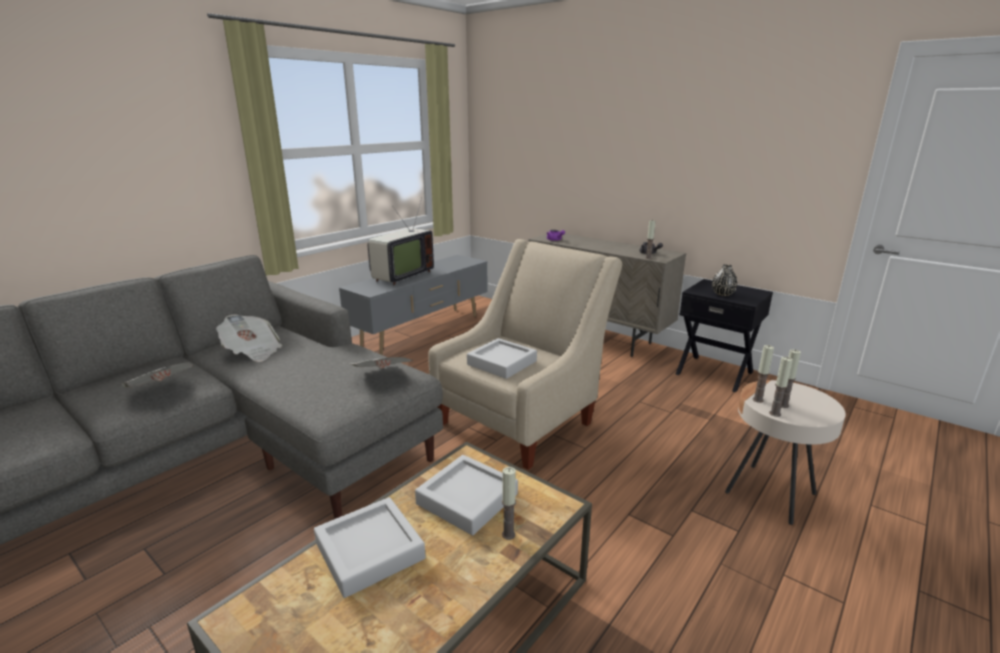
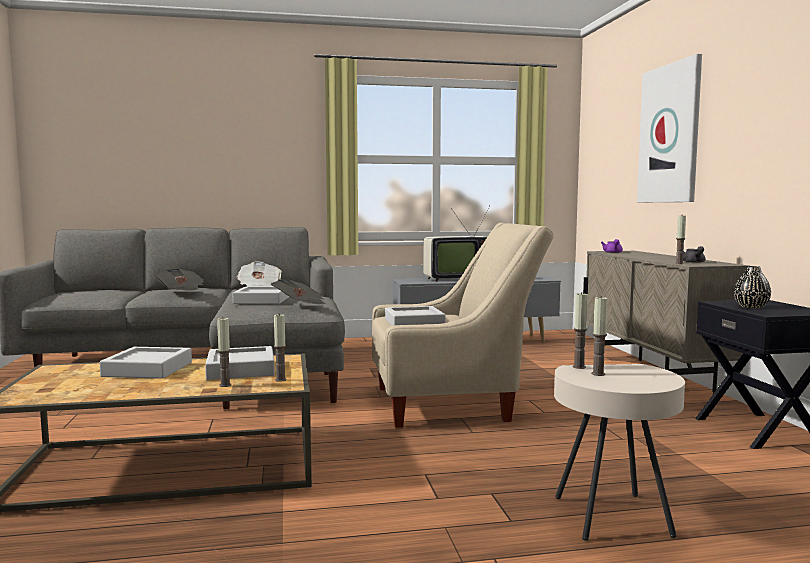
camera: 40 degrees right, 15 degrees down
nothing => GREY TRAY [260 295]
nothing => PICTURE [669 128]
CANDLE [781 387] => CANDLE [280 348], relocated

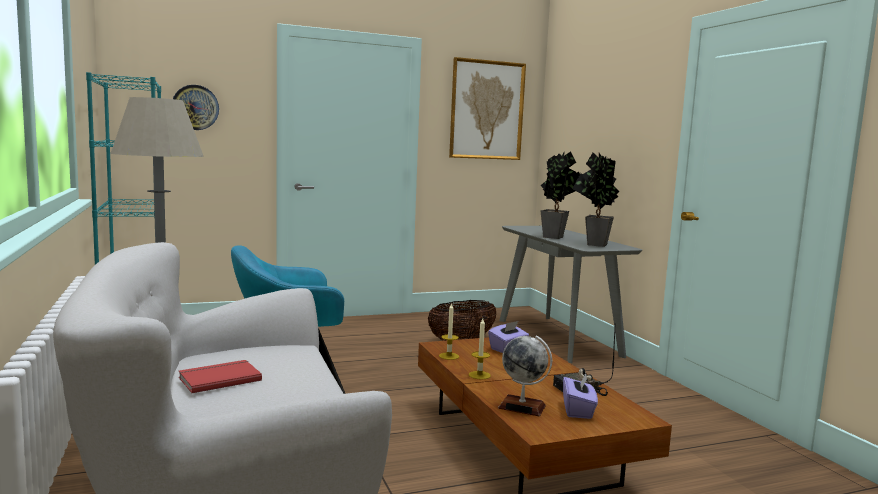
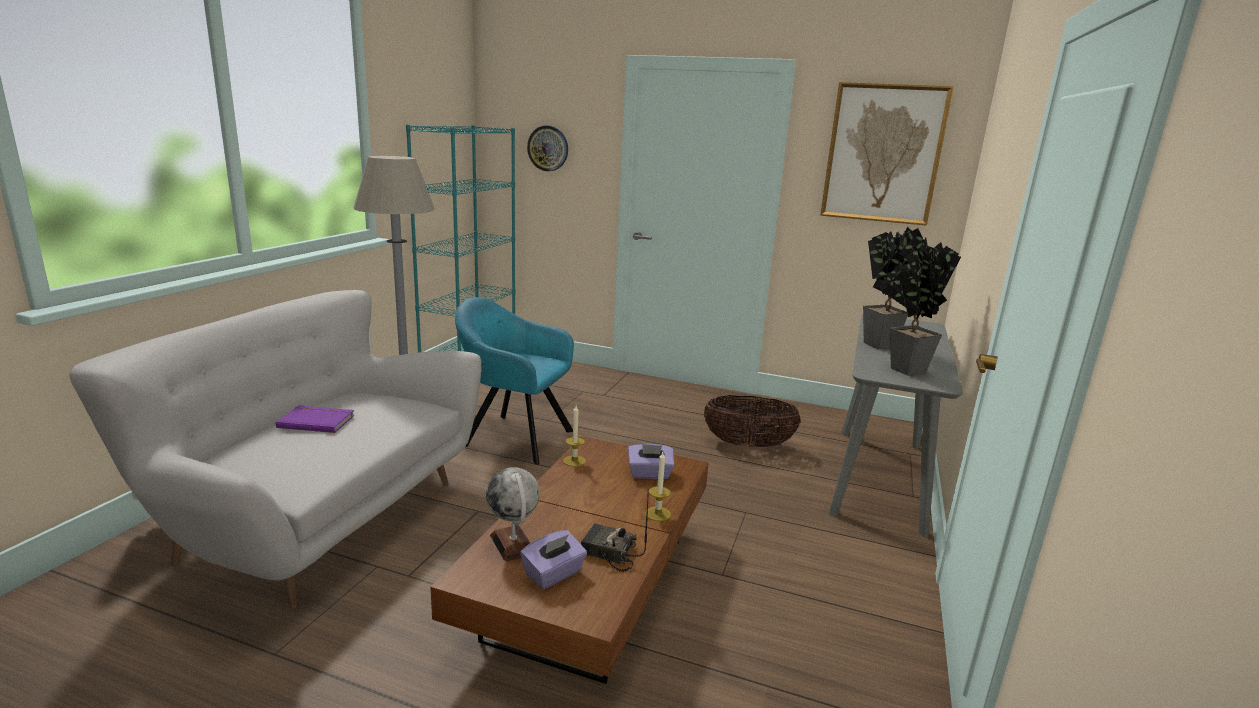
camera: 40 degrees right, 10 degrees up
CANDLE [480 349] => CANDLE [658 486], relocated
RED BOOK [220 376] => PURPLE BOOK [315 419]

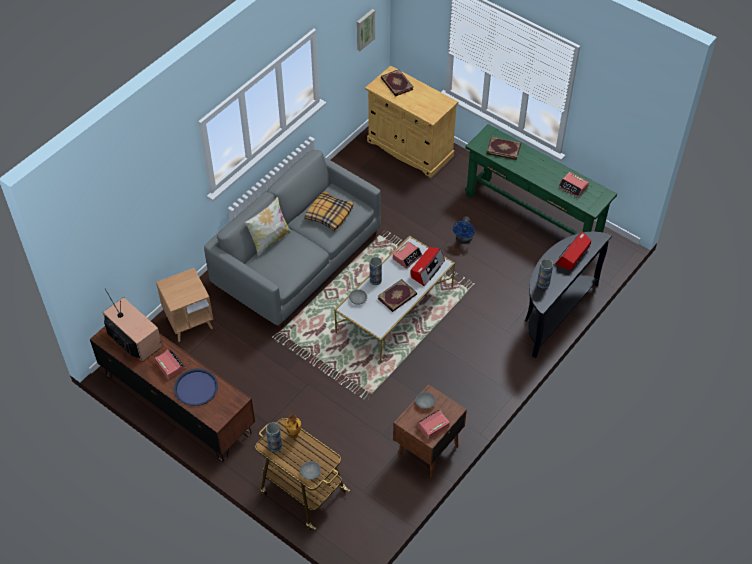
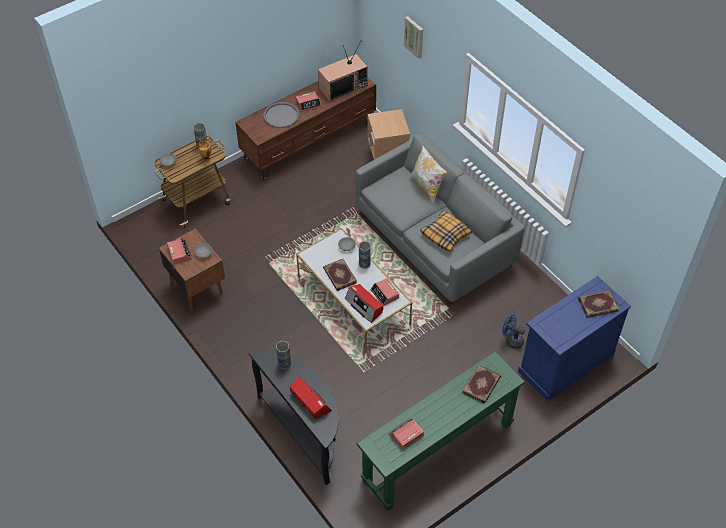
camera: 105 degrees right, 0 degrees up
PICTURE [366 30] => PICTURE [413 37], relocated
BLUE FAN [464 230] => BLUE FAN [513 331], relocated
BLUE TRAY [196 387] => GREY TRAY [281 115]
BEIGE CABINET [411 122] => BLUE CABINET [574 339]

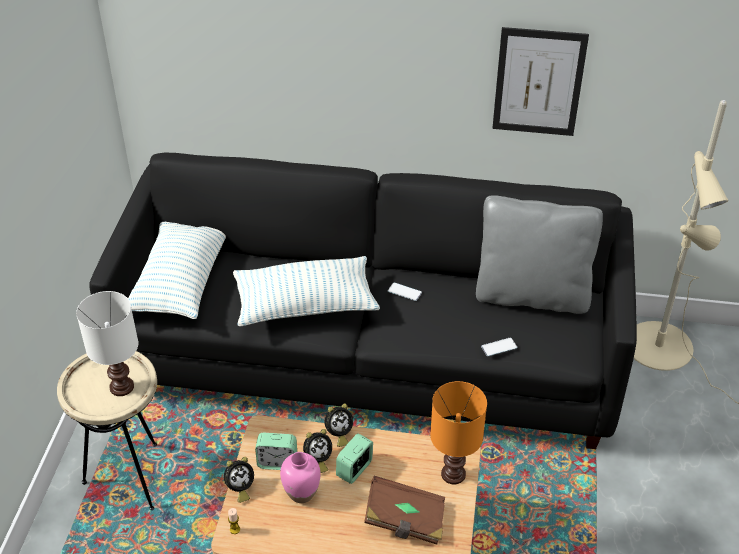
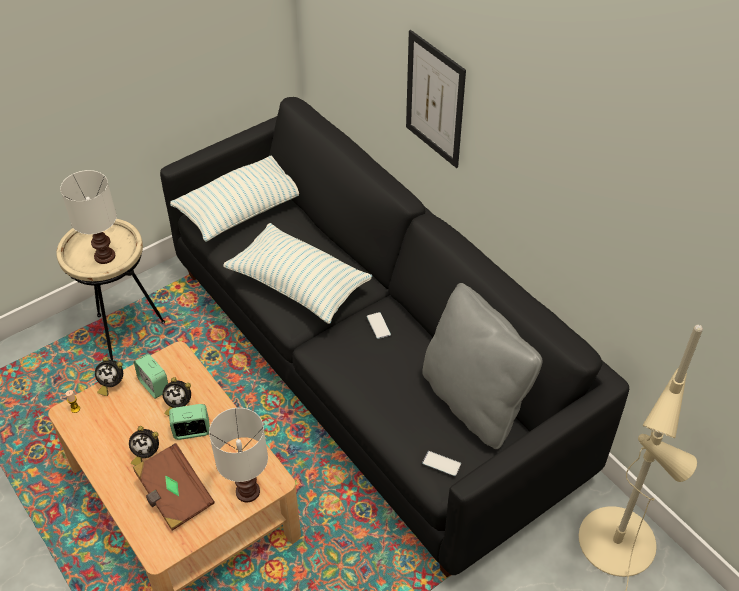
camera: 45 degrees right, 5 degrees up
PINK VASE [300 477] => nothing
ALARM CLOCK [339 425] => ALARM CLOCK [144 446], relocated
PHONE [499 346] => PHONE [441 463], relocated
PICTURE [540 81] => PICTURE [436 99], relocated
ORANGE TABLE LAMP [458 432] => WHITE TABLE LAMP [238 455]

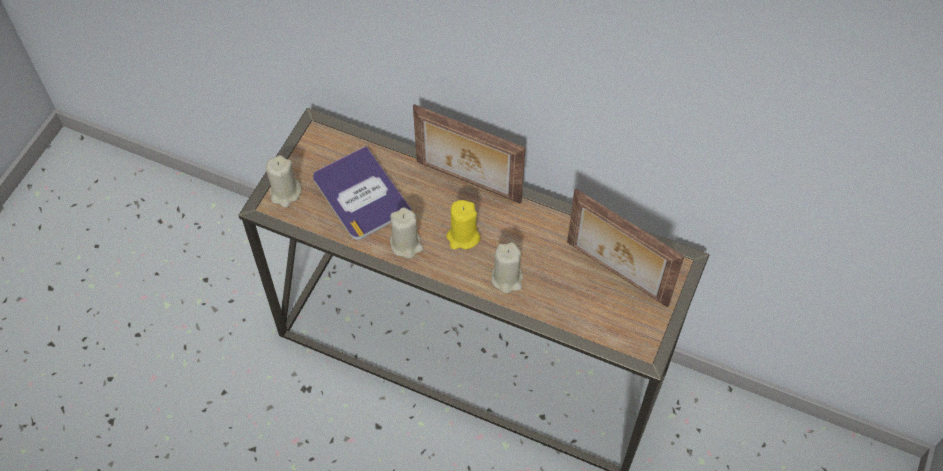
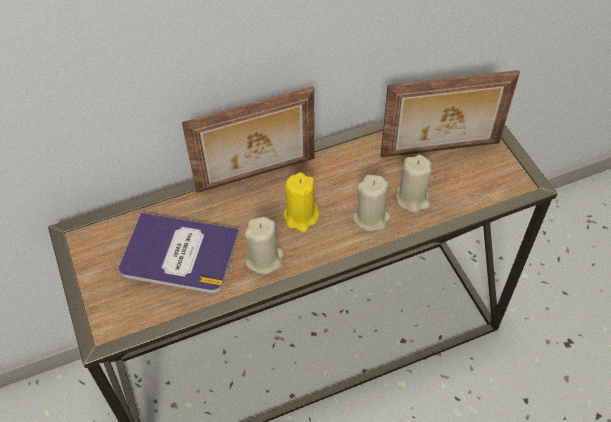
camera: 45 degrees left, 5 degrees down
BEIGE CANDLE [283 181] => BEIGE CANDLE [414 184], relocated

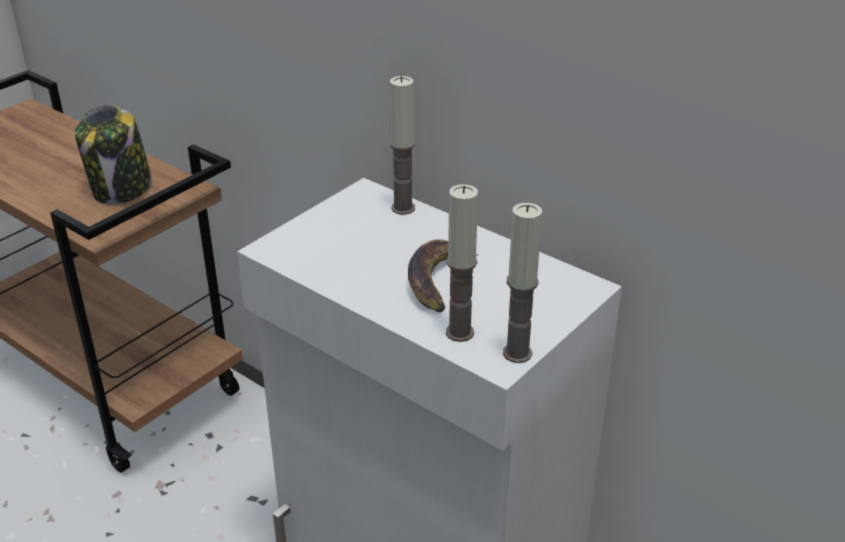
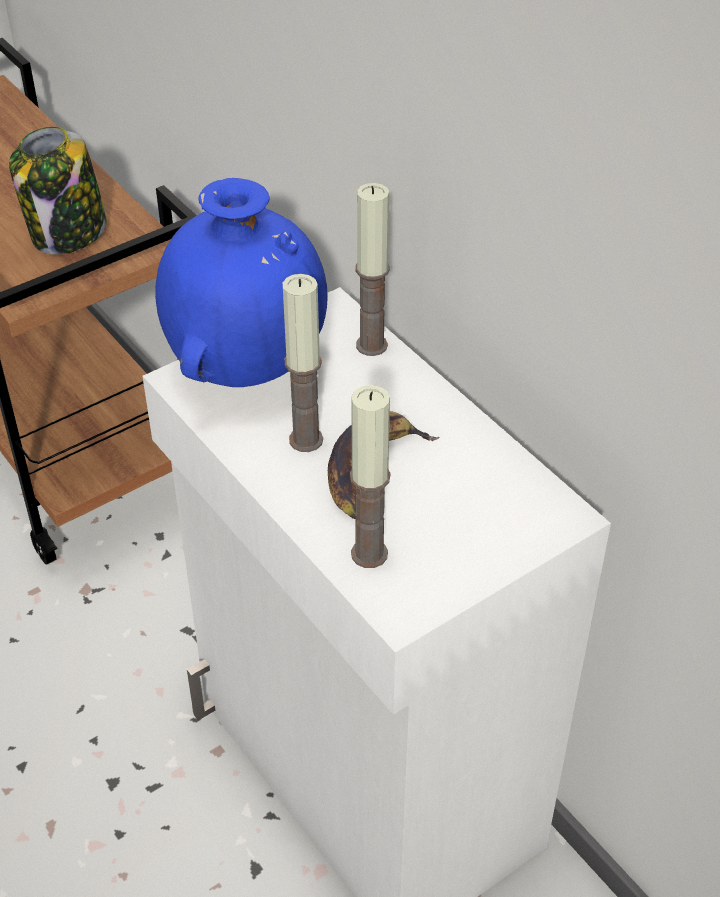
camera: 15 degrees right, 10 degrees up
nothing => BLUE VASE [241 282]
CANDLE [522 283] => CANDLE [303 363], relocated

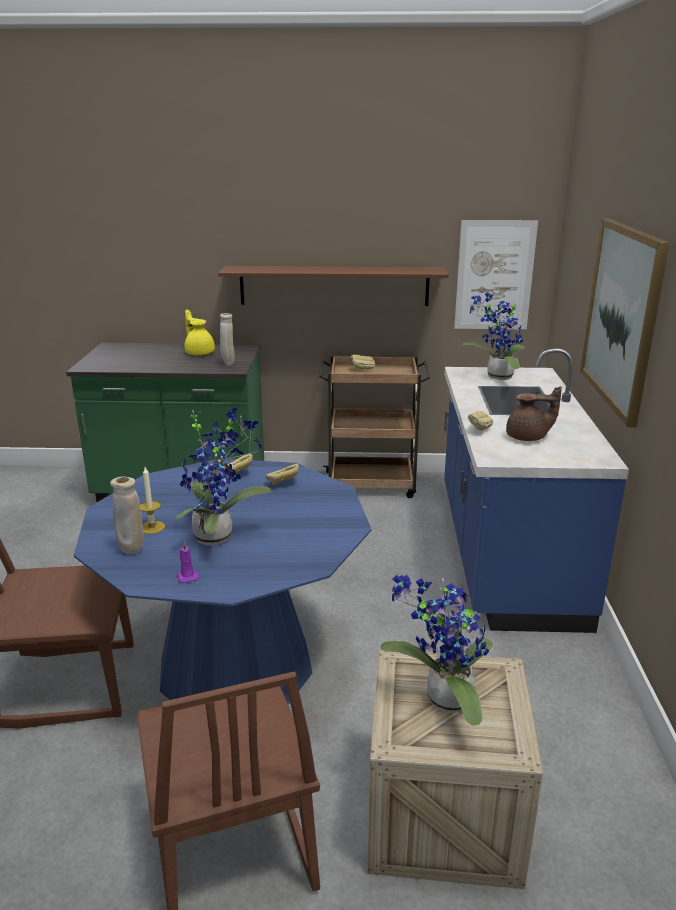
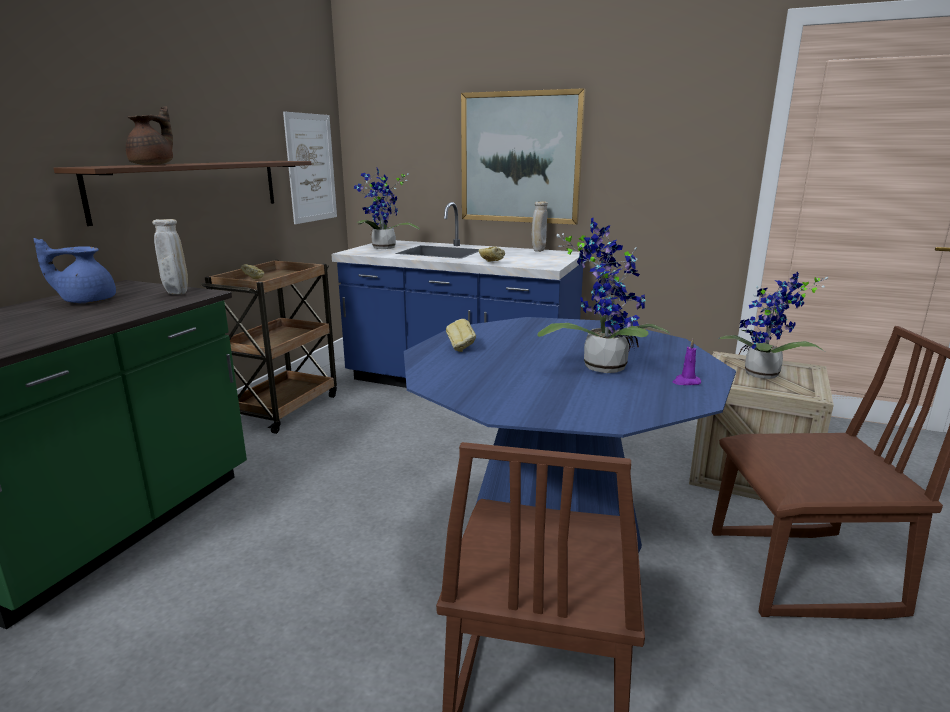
camera: 70 degrees left, 5 degrees down
CANDLE [152 500] => nothing
BREAD [282 474] => nothing
BEIGE VASE [127 515] => BEIGE VASE [539 226], relocated
BROWN TEAPOT [534 413] => BROWN TEAPOT [149 135], relocated
YELLOW TEAPOT [199 332] => BLUE TEAPOT [75 270]

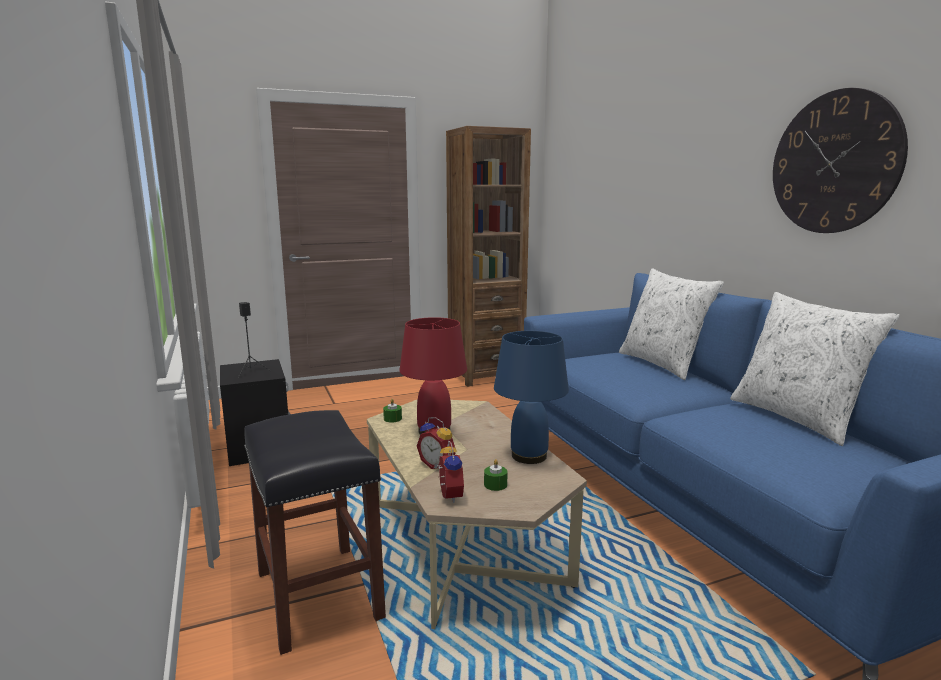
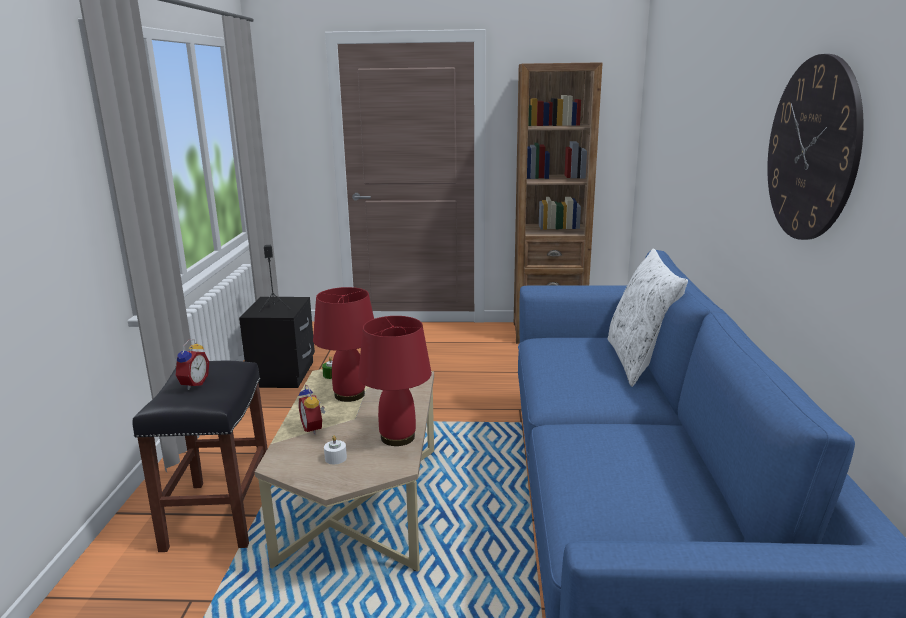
camera: 25 degrees right, 5 degrees up
WHITE PILLOW [814 369] => nothing
ALARM CLOCK [448 472] => ALARM CLOCK [192 364], relocated
GREEN CANDLE [495 475] => WHITE CANDLE [335 449]
BLUE TABLE LAMP [531 397] => RED TABLE LAMP [395 381]

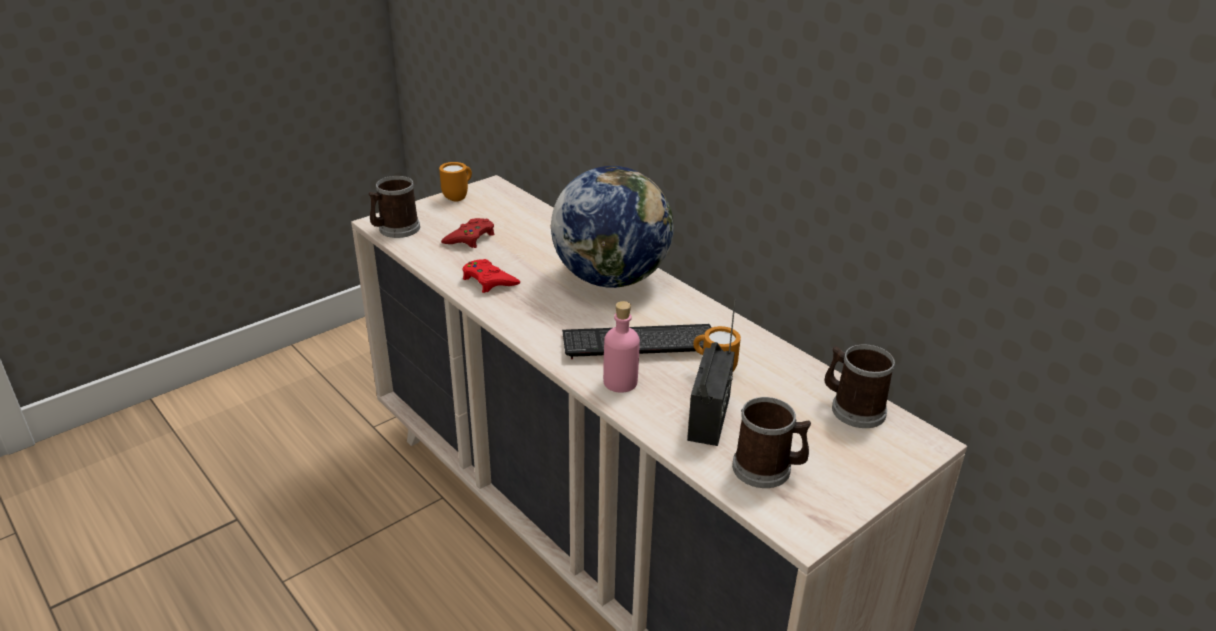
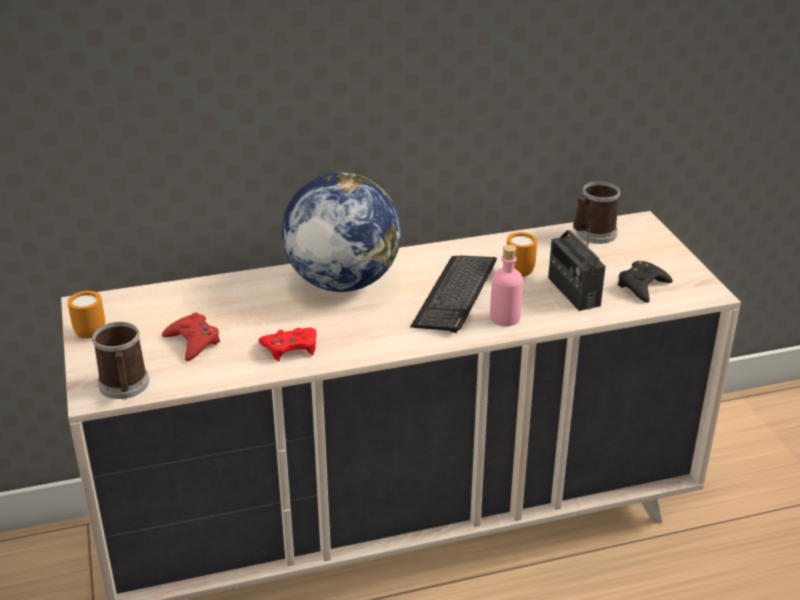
camera: 65 degrees left, 0 degrees up
MUG [771 442] => BLACK GAME CONTROLLER [645 282]
RADIO [711 373] => RADIO [577 266], 150 degrees counterclockwise

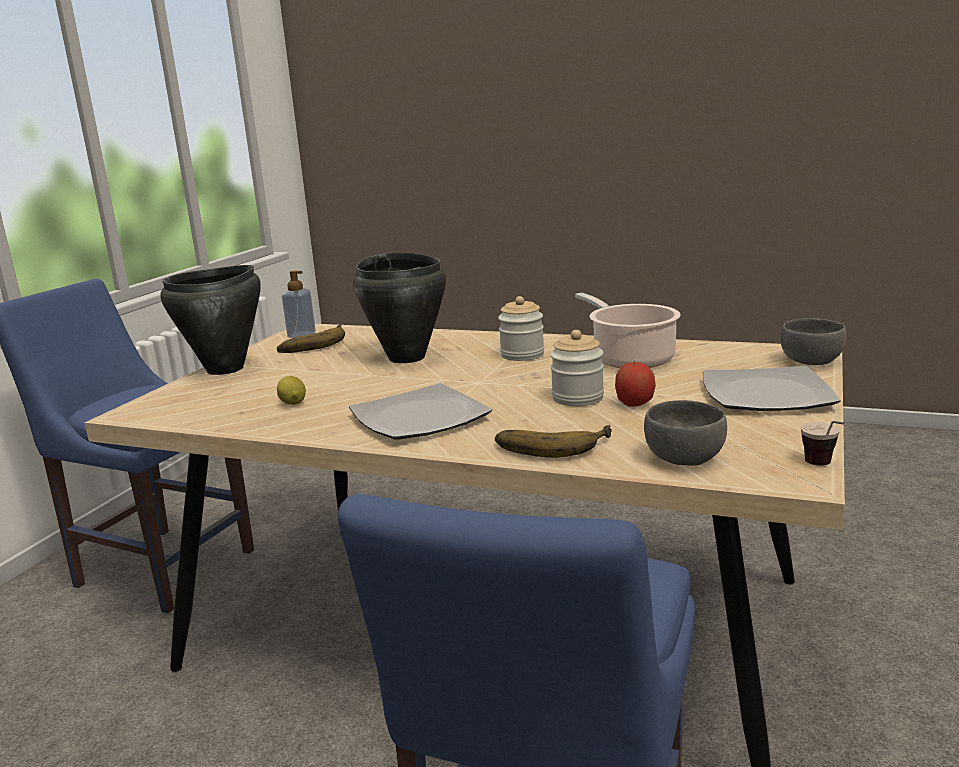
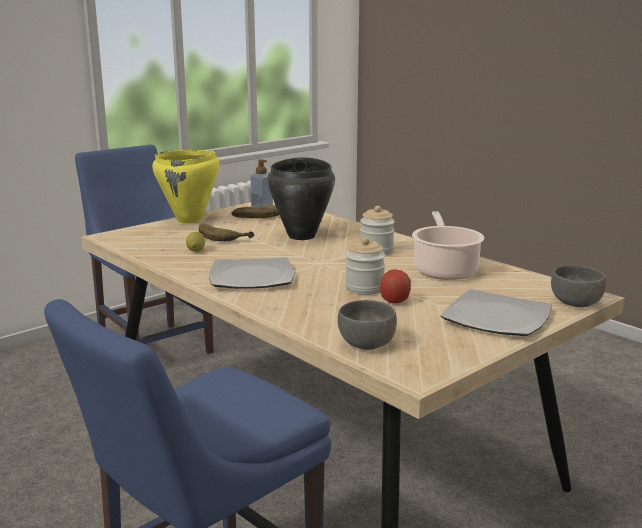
camera: 25 degrees right, 0 degrees up
CUP [823 443] => nothing
BANANA [553 441] => BANANA [227 232], relocated
BLACK COOKING POT [210 320] => YELLOW COOKING POT [186 187]

